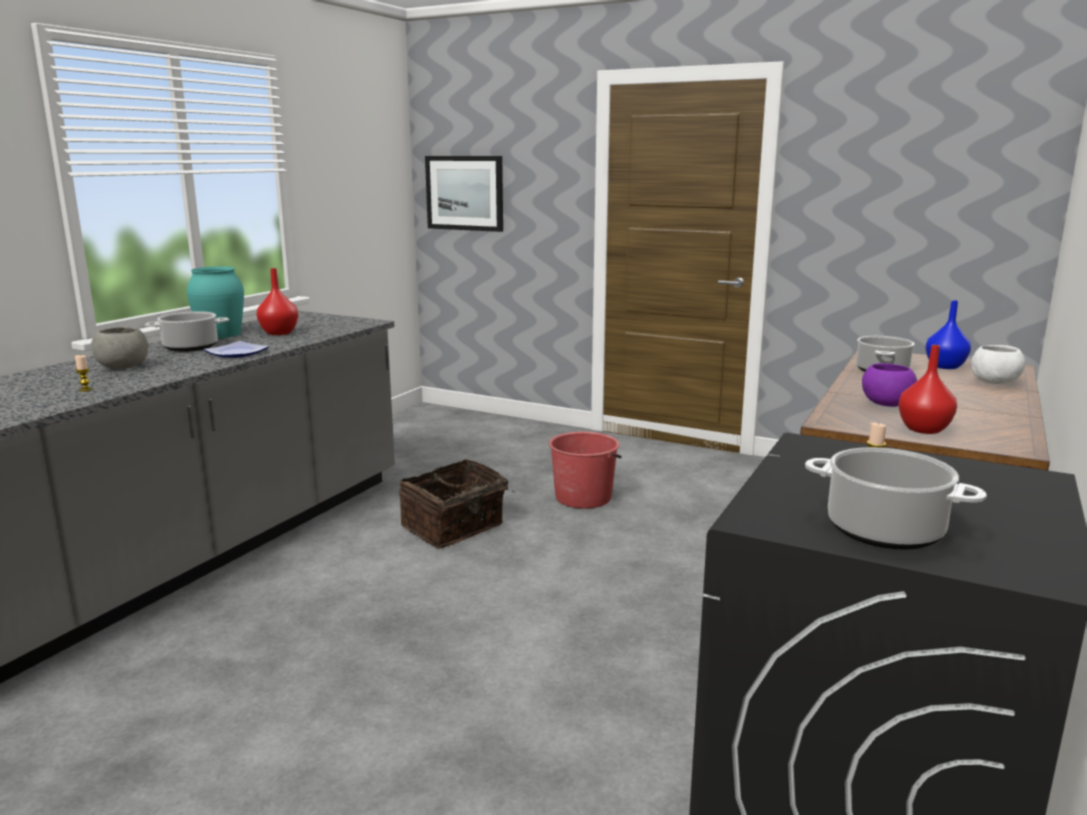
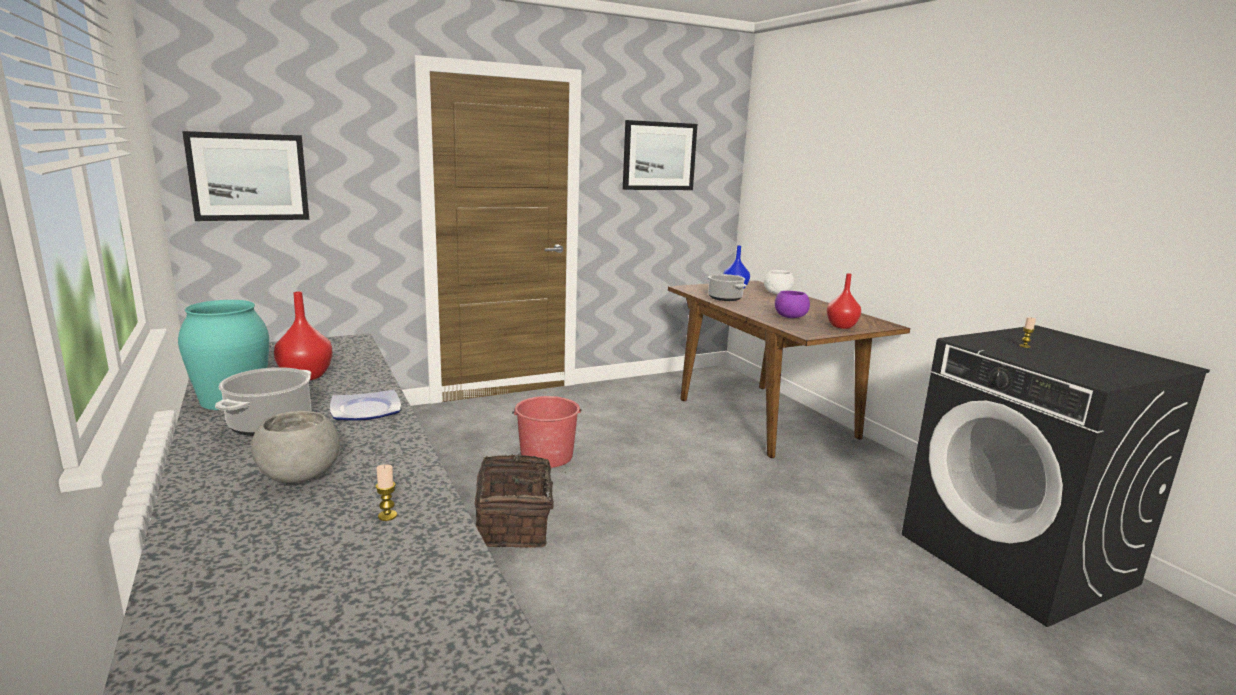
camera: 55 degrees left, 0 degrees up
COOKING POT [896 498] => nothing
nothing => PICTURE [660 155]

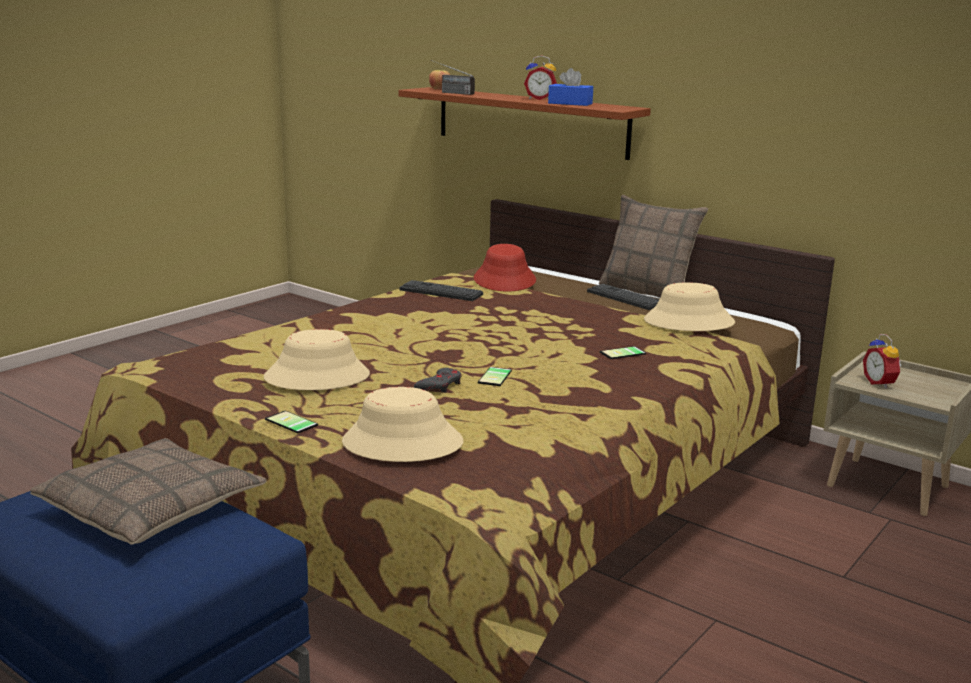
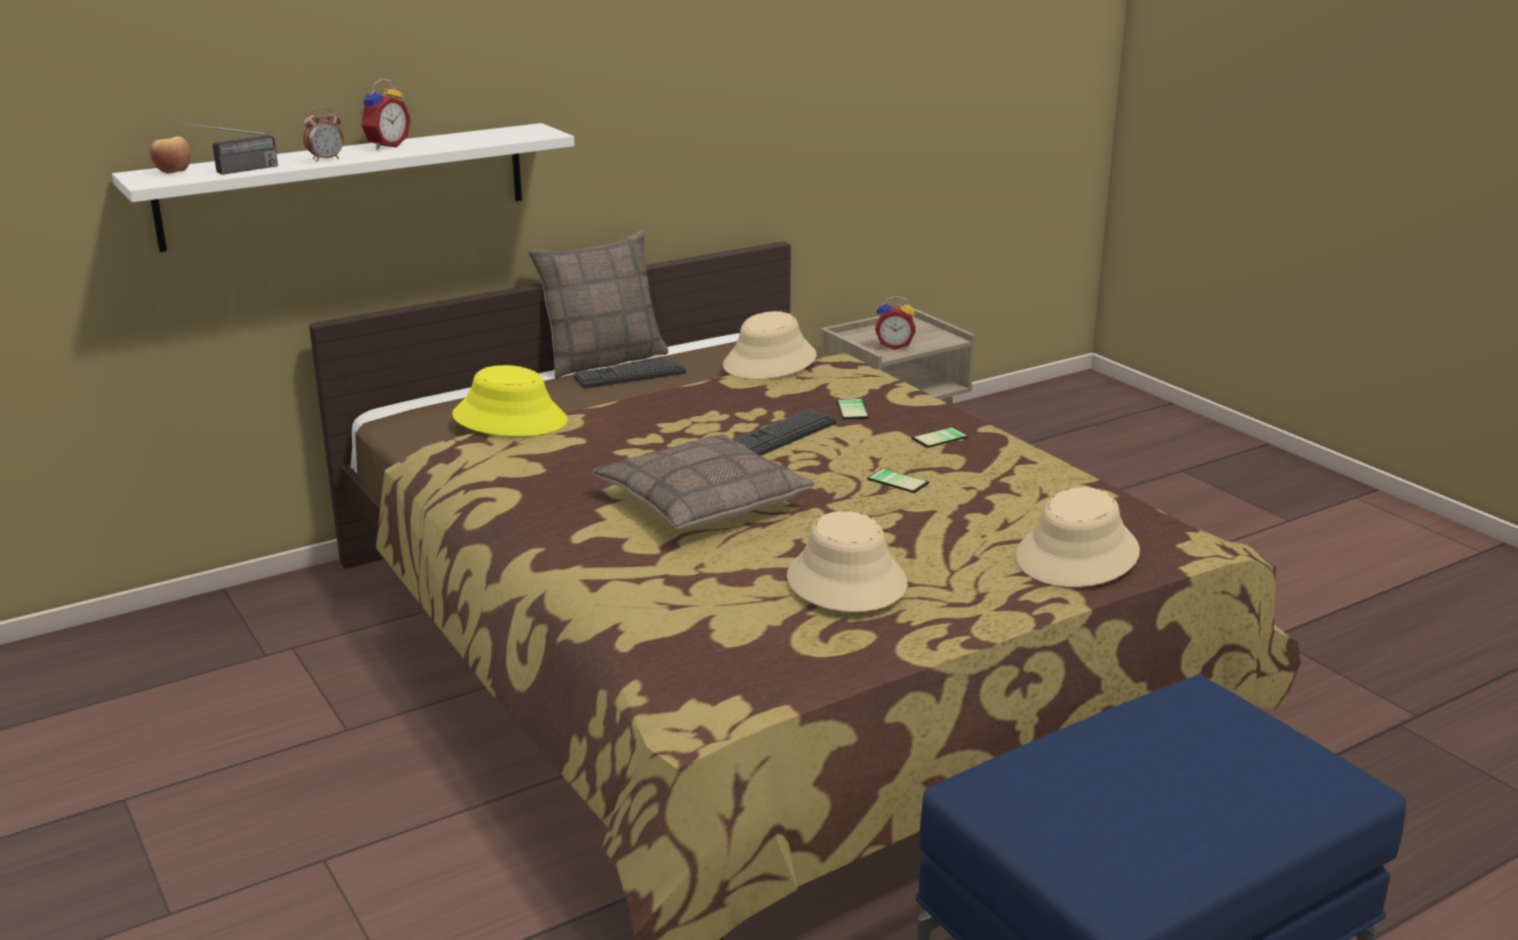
camera: 70 degrees left, 5 degrees up
GREY GAME CONTROLLER [438 380] => nothing
BLUE TISSUE BOX [570 87] => nothing
nothing => ALARM CLOCK [323 134]
PILLOW [148 491] => PILLOW [703 481], relocated
PHONE [291 422] => PHONE [939 437], relocated
KEYBOARD [441 290] => KEYBOARD [785 432], relocated
BROWN SHELF [525 123] => WHITE SHELF [343 187]
RED HAT [505 268] => YELLOW HAT [510 401]

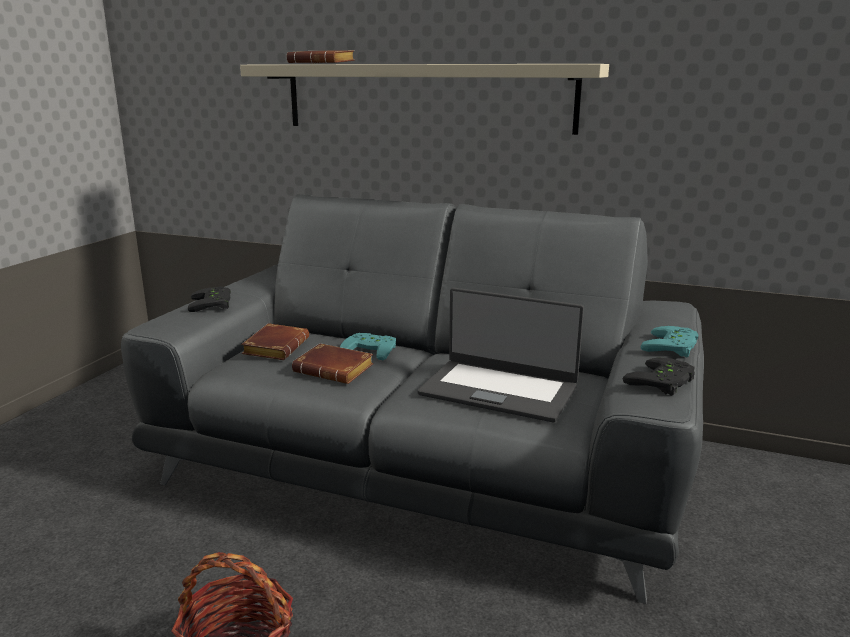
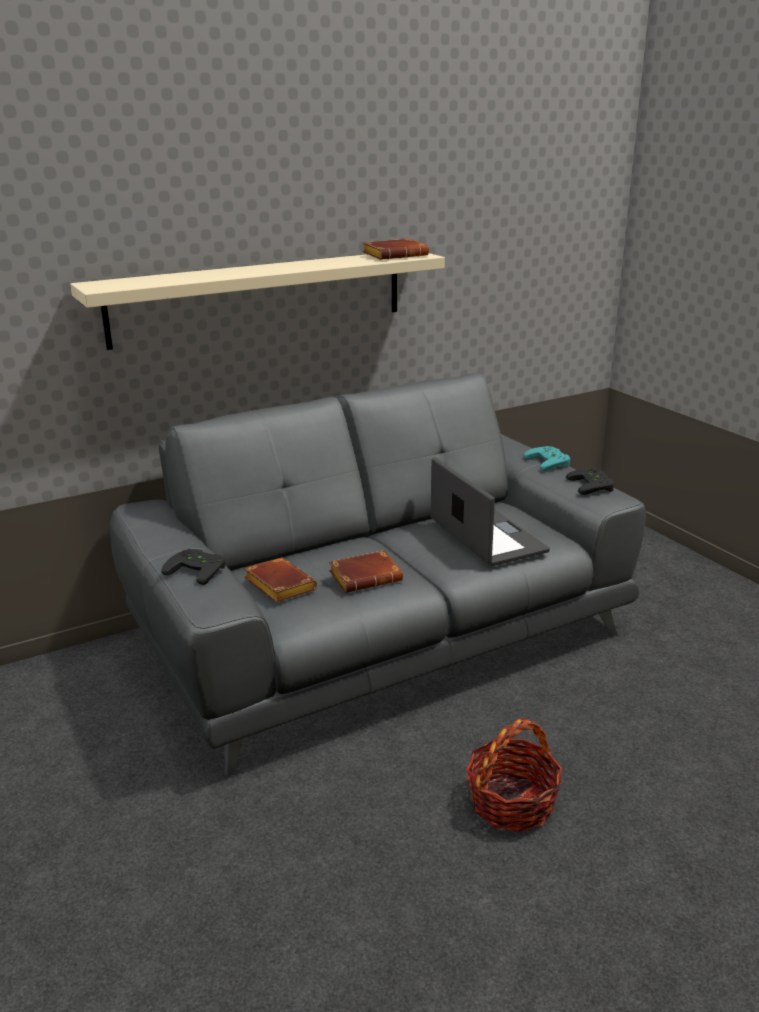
camera: 50 degrees left, 5 degrees up
TURQUOISE GAME CONTROLLER [368 346] => nothing
BROWN BOOK [321 57] => BROWN BOOK [396 249], relocated
LAPTOP [500 355] => LAPTOP [490 511], 90 degrees counterclockwise

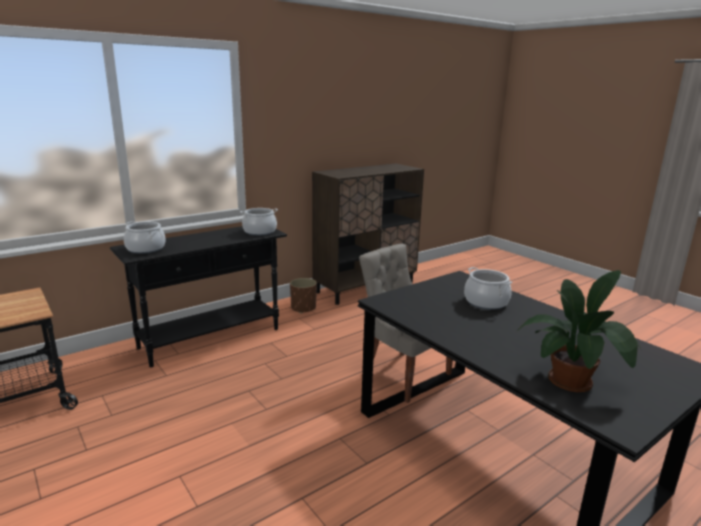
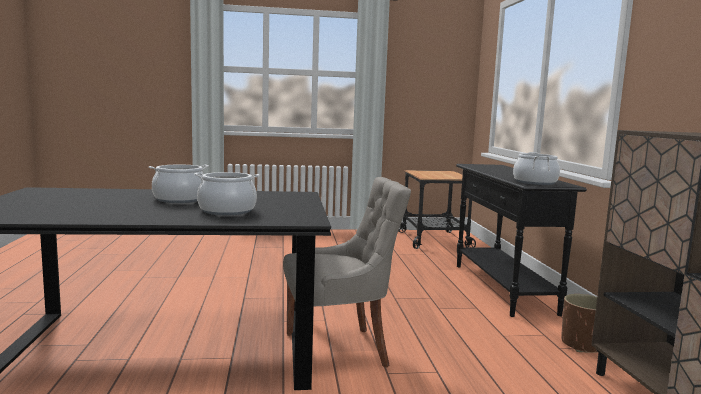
camera: 120 degrees right, 10 degrees down
POTTED PLANT [579 331] => nothing
COOKING POT [145 237] => COOKING POT [179 184], relocated

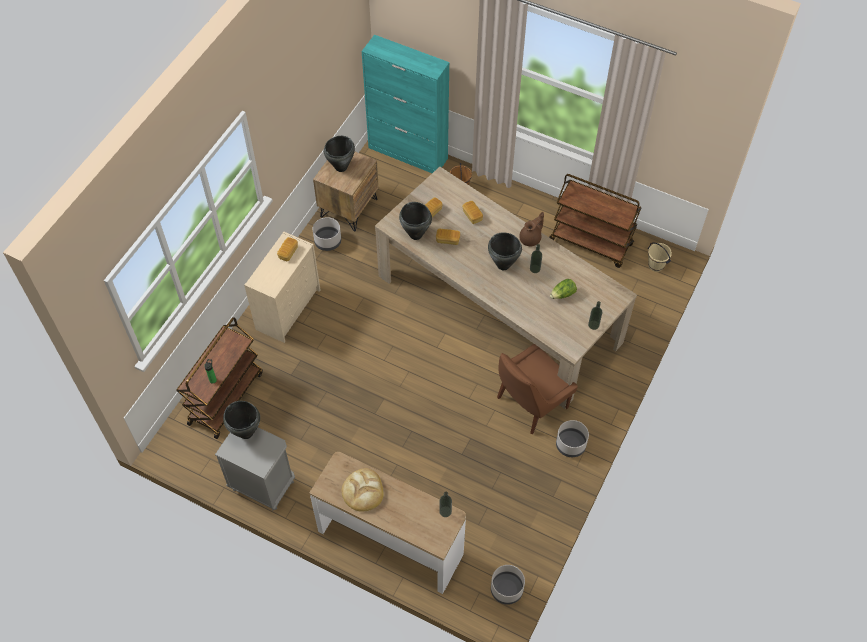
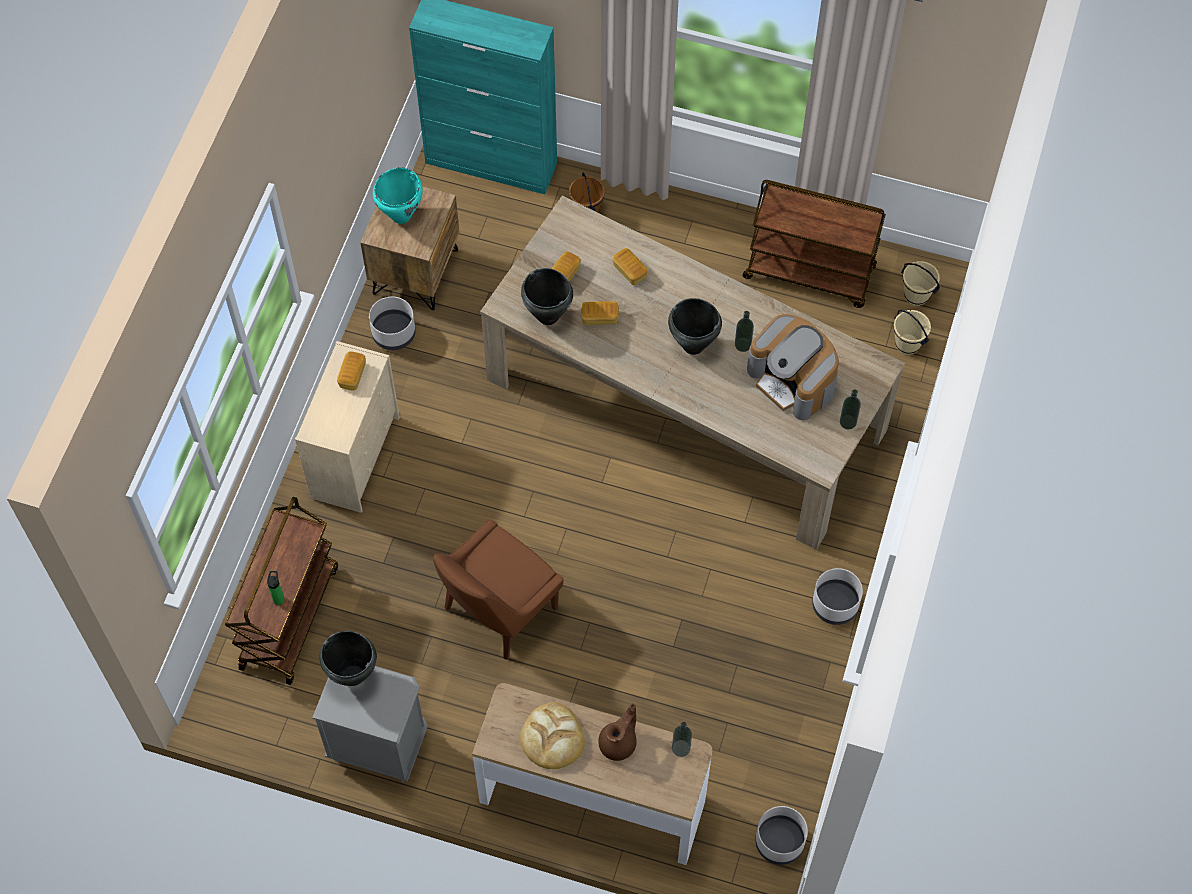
camera: 10 degrees left, 5 degrees up
nothing => BEIGE BUCKET [912 332]
BROWN CHAIR [537 389] => BROWN CHAIR [498 589], relocated
BROWN TEAPOT [531 229] => BROWN TEAPOT [617 732], relocated
LETTUCE [563 289] => COFFEE MACHINE [793 367]
BLACK COOKING POT [339 154] => TURQUOISE COOKING POT [398 195]

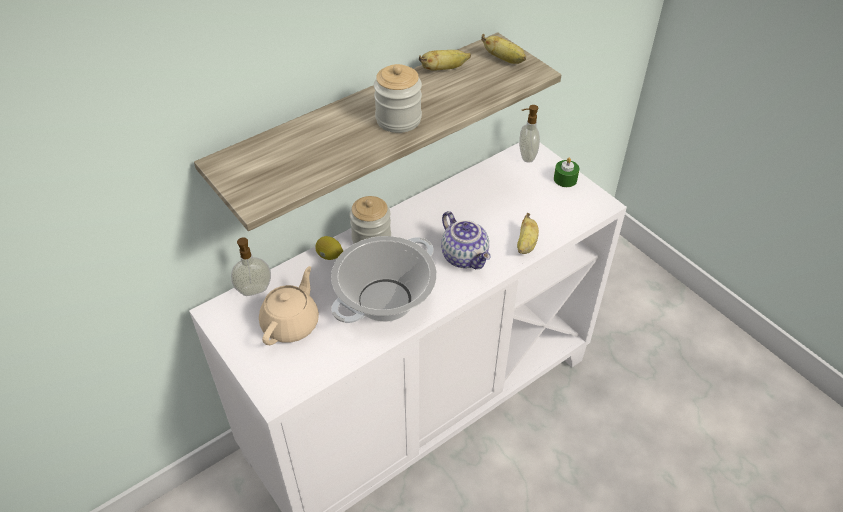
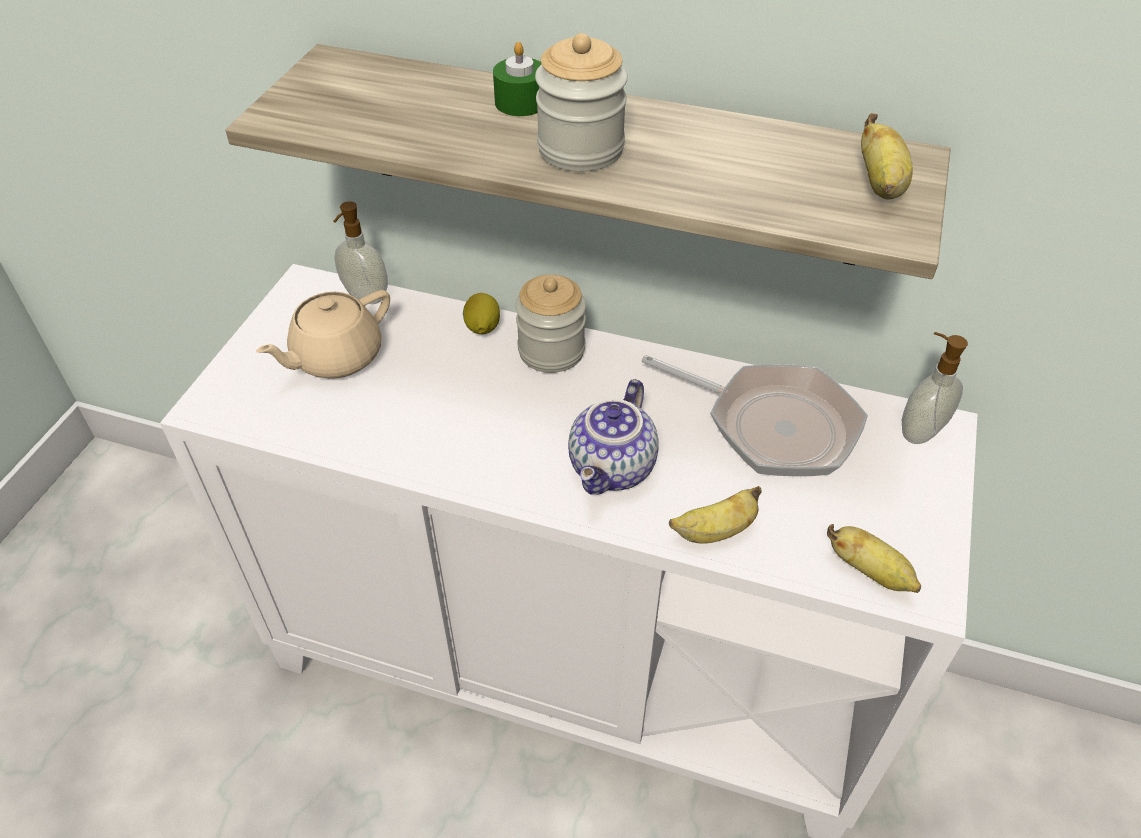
camera: 55 degrees right, 0 degrees up
COOKING POT [384 279] => nothing
nothing => FRYING PAN [755 415]
BANANA [445 60] => BANANA [874 558], relocated
GREEN CANDLE [566 172] => GREEN CANDLE [517 79], relocated
BEIGE TEAPOT [289 305] => BEIGE TEAPOT [323 334], 150 degrees clockwise

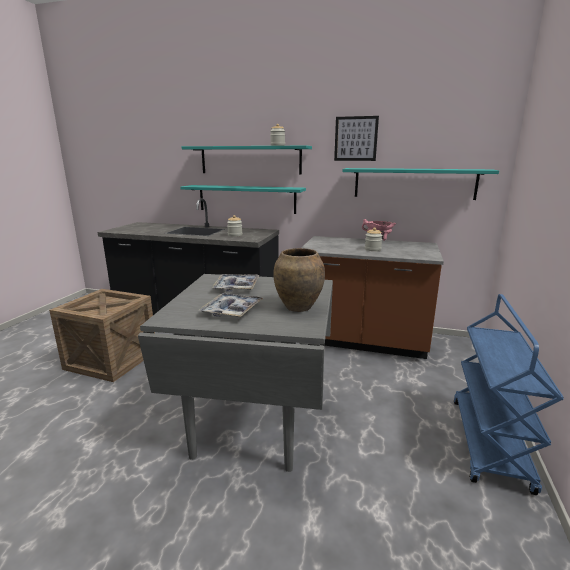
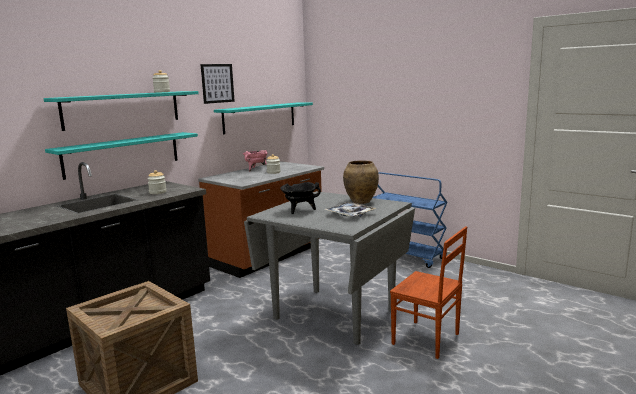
camera: 65 degrees left, 5 degrees down
nothing => BROWN CHAIR [428 292]
TRAY [235 283] => BLACK COOKING POT [300 198]

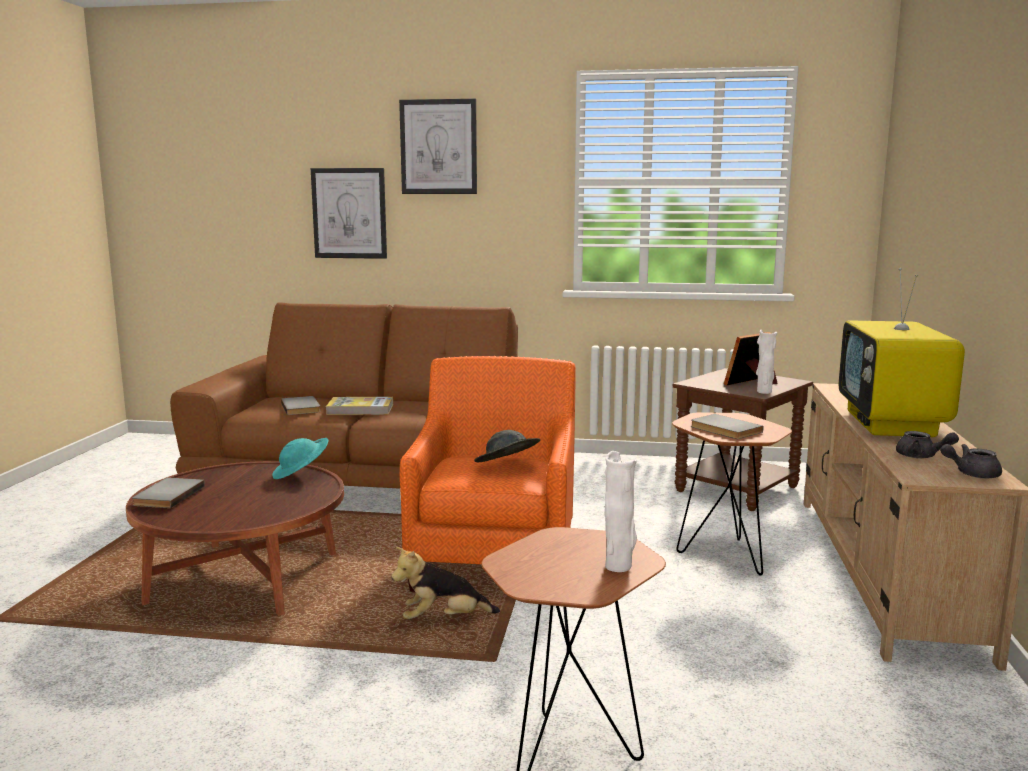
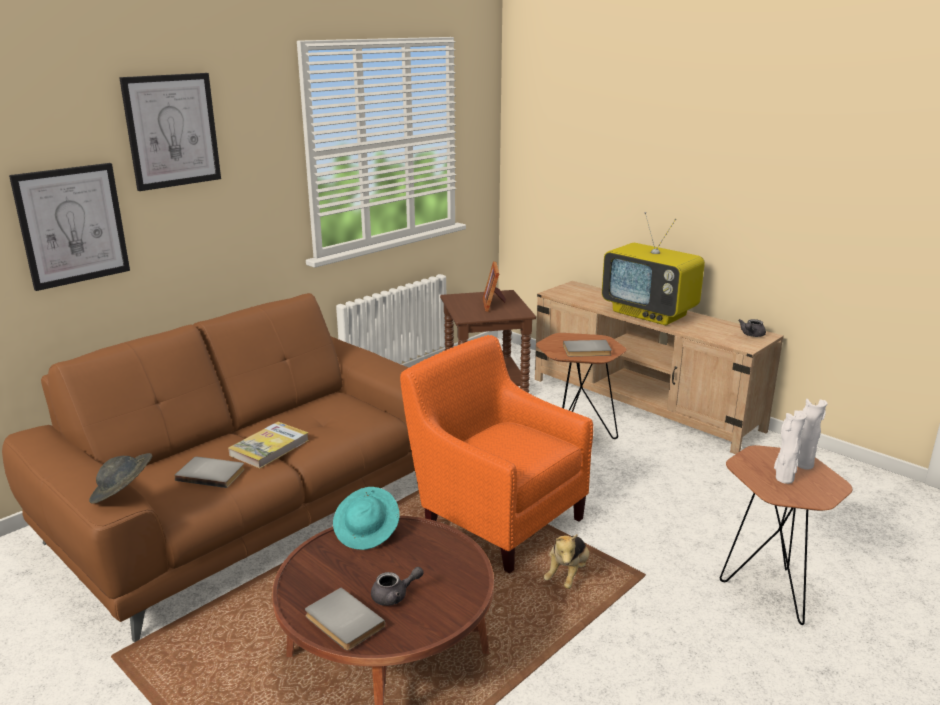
camera: 55 degrees left, 10 degrees up
GREY HAT [507 446] => GREY HAT [120 478], relocated
WHITE VASE [766 362] => WHITE VASE [790 447], relocated
GREY TEAPOT [927 444] => GREY TEAPOT [397 586], relocated

